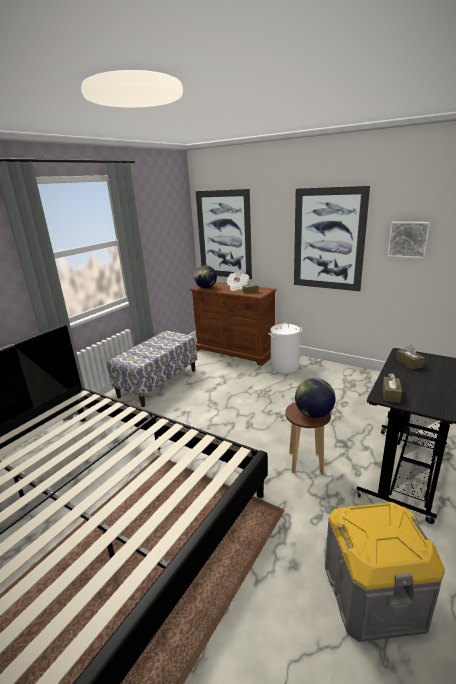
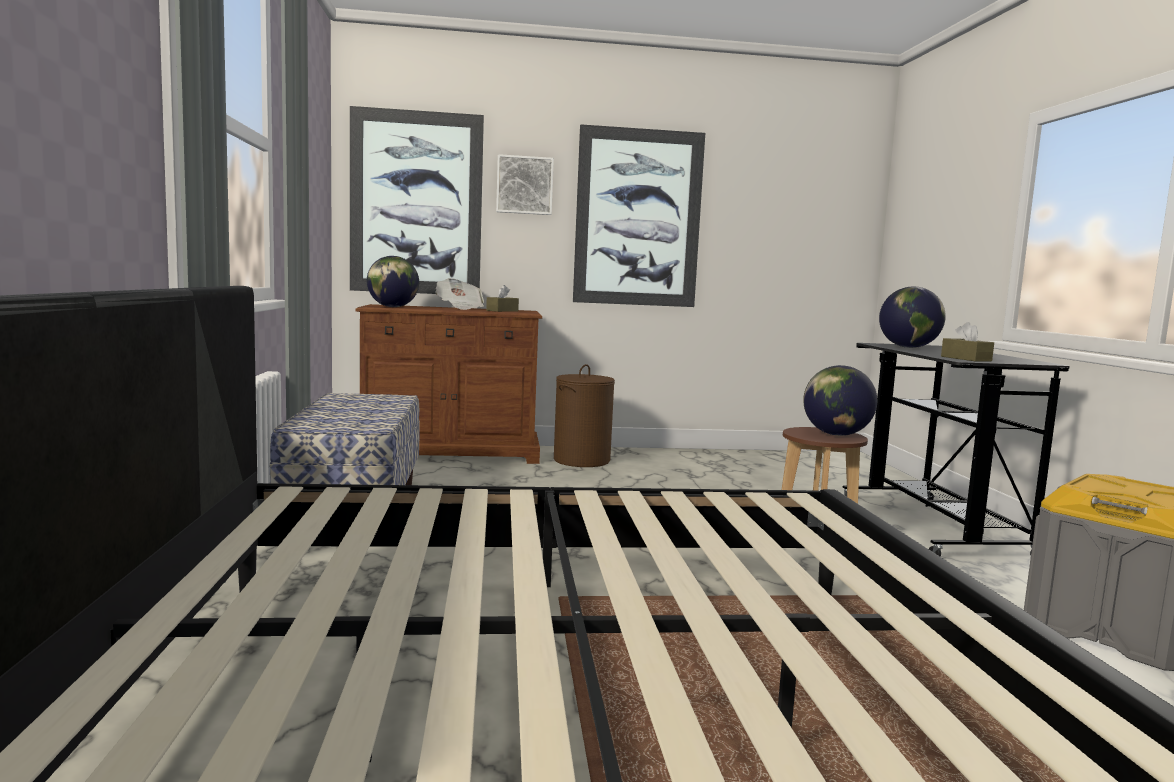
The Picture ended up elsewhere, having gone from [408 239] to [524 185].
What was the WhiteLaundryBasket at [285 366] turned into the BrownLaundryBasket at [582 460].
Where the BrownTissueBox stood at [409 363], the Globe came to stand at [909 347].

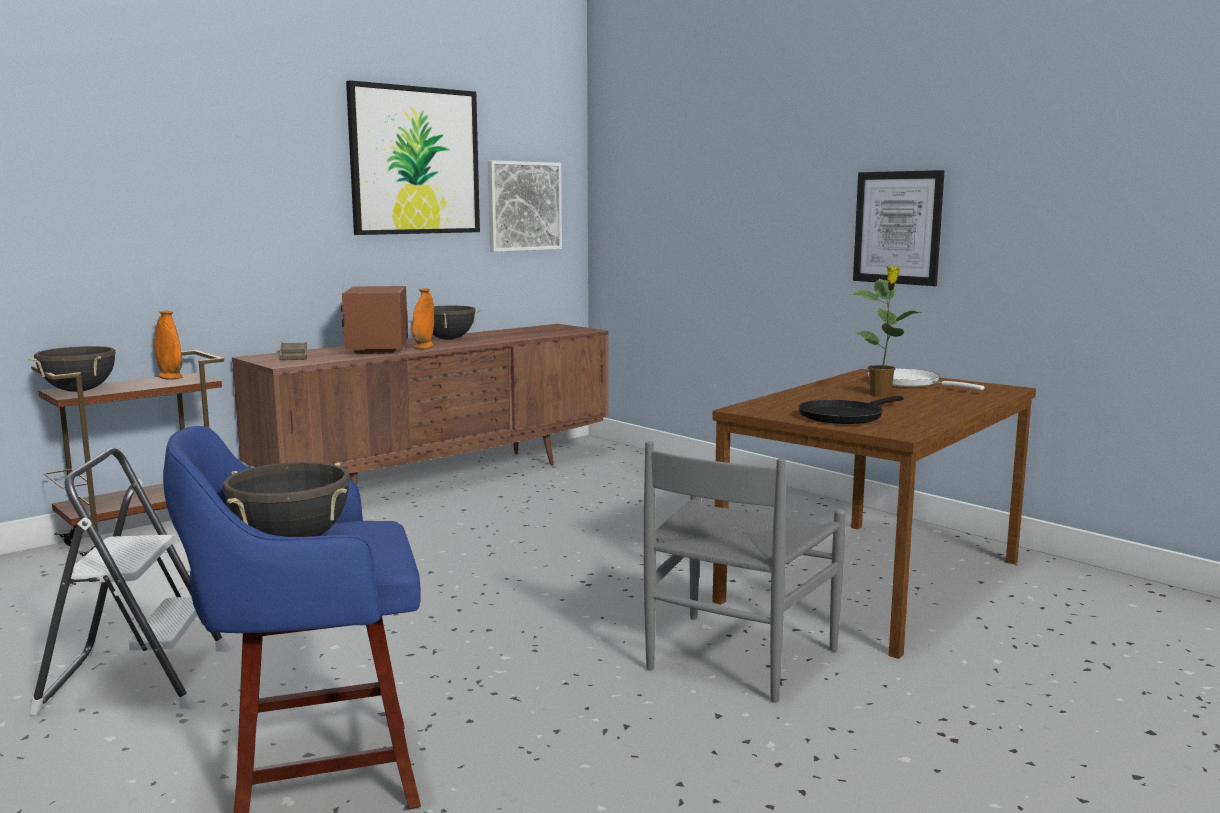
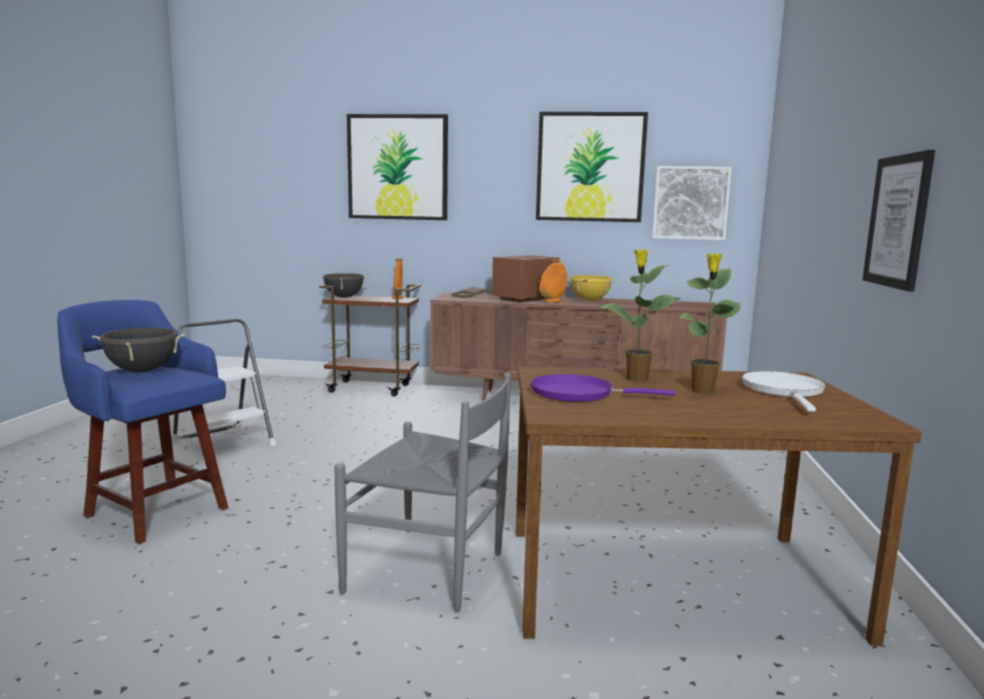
What was the BlackCookingPot at [448 339] turned into the YellowCookingPot at [590 300].
What was the BlackFryingPan at [844 416] turned into the PurpleFryingPan at [578 393].
The GreyChair at [736 659] ended up facing another way, 150 degrees counterclockwise from before.
The second view gained the Picture at [398 167].
The second view gained the PottedPlant at [636 379].

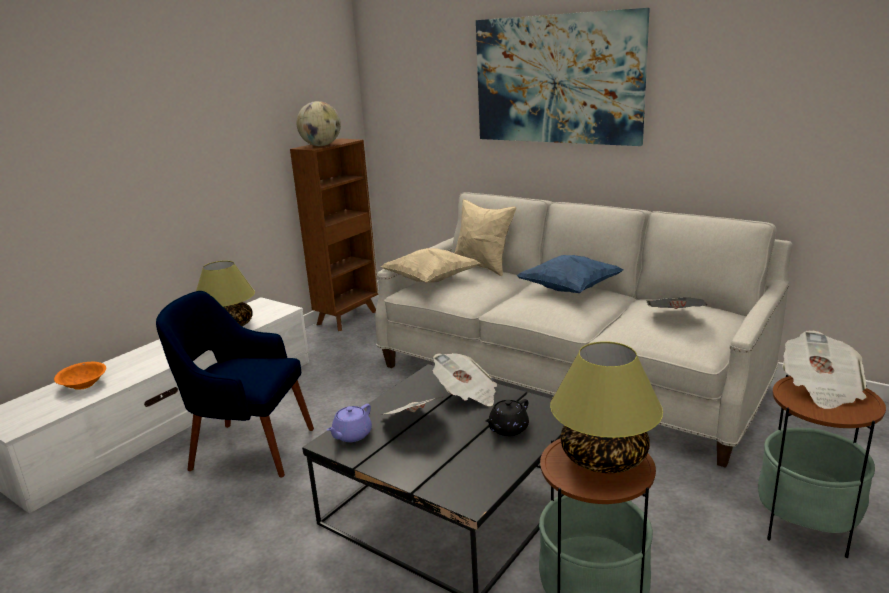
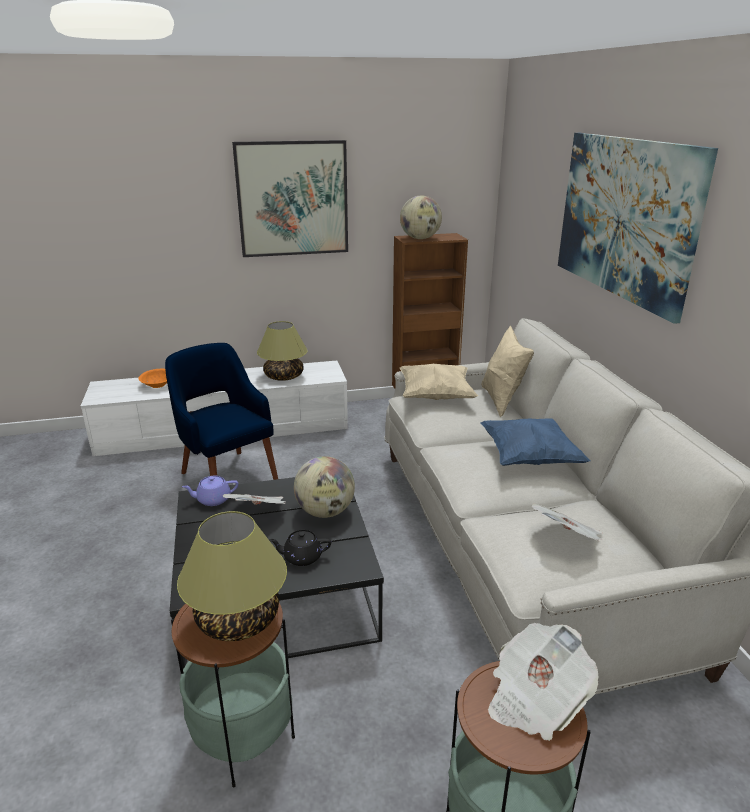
Where the Newspaper stood at [466 394], the Globe came to stand at [325 512].
The second view gained the Picture at [292 199].

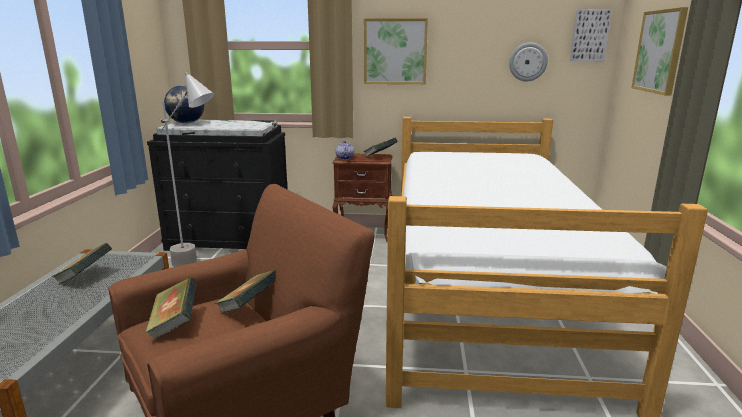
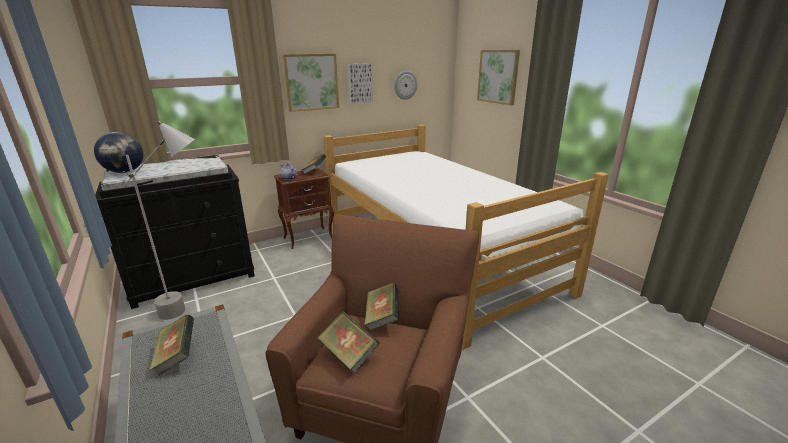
The Picture ended up elsewhere, having gone from [589 35] to [359 83].

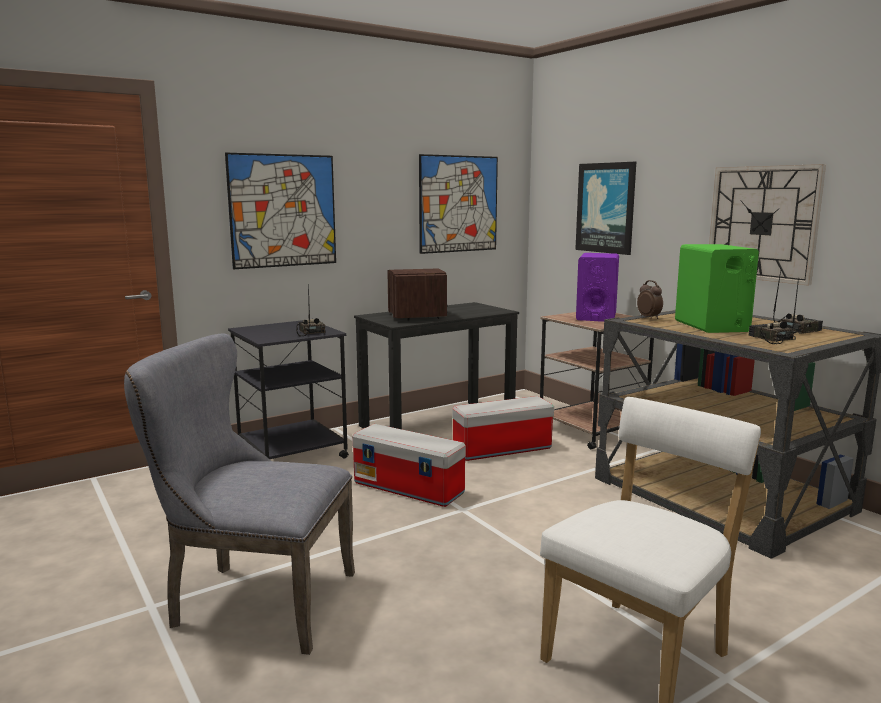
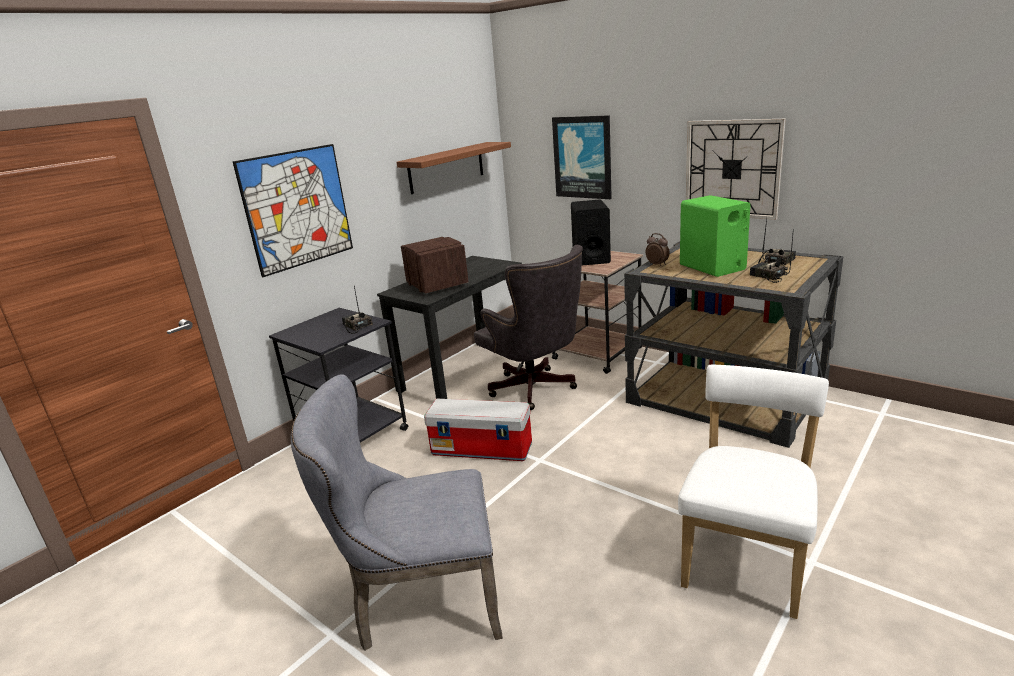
Where the Picture hung at [458 204], the BrownShelf came to hang at [446 167].
What was the PurpleSpeaker at [596 316] turned into the BlackSpeaker at [591 258].
Where the StorageBox stood at [501 449], the GreyOfficeChair came to stand at [535 390].

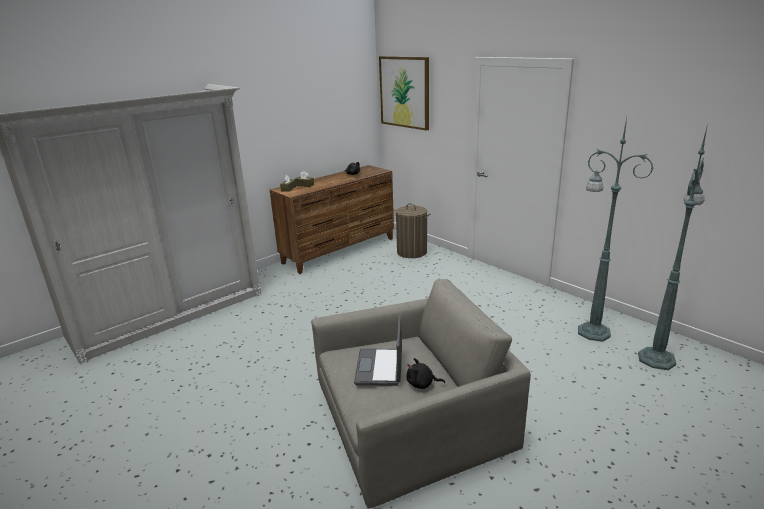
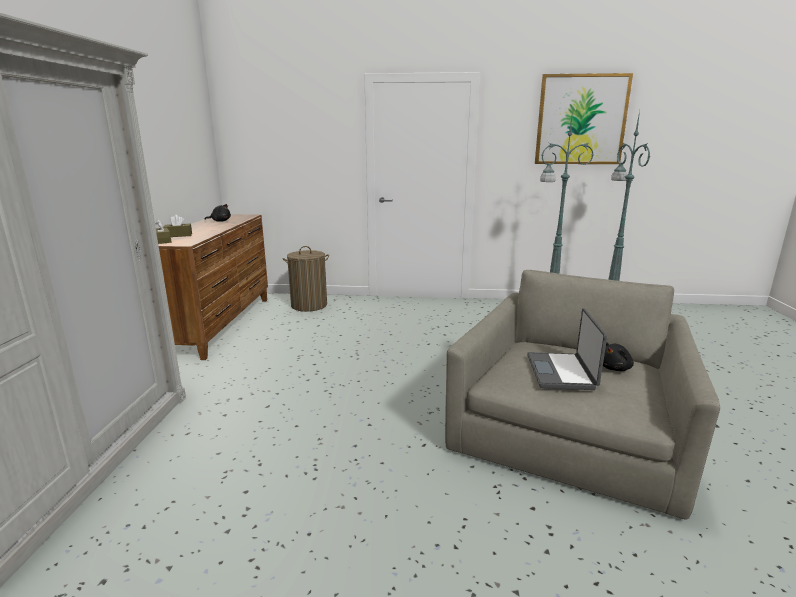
The Picture ended up elsewhere, having gone from [404 92] to [581 120].
The Laptop at [380 368] ended up facing another way, 45 degrees clockwise from before.

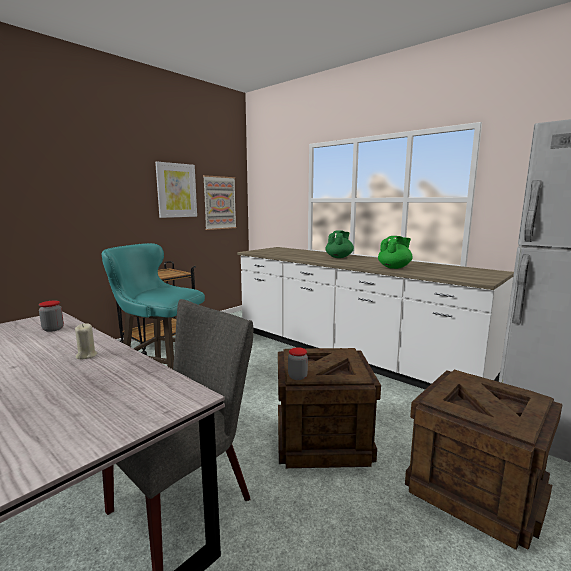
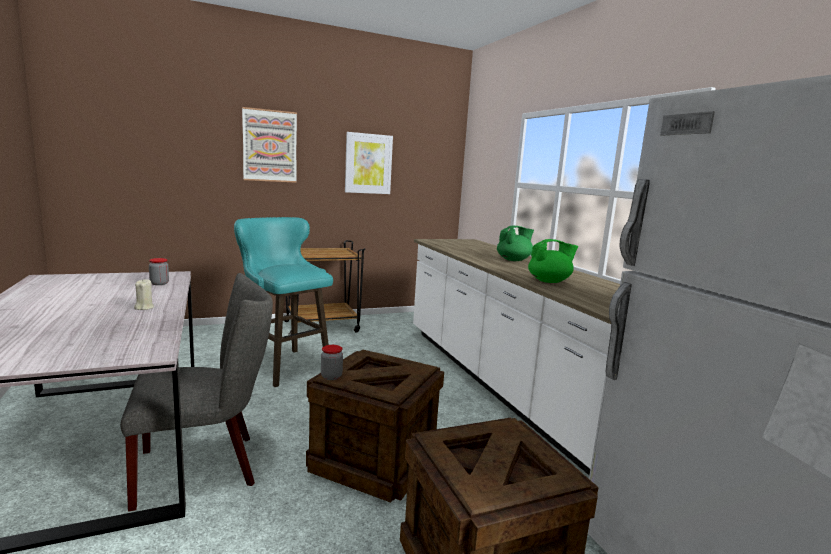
The Picture ended up elsewhere, having gone from [219 203] to [270 146].

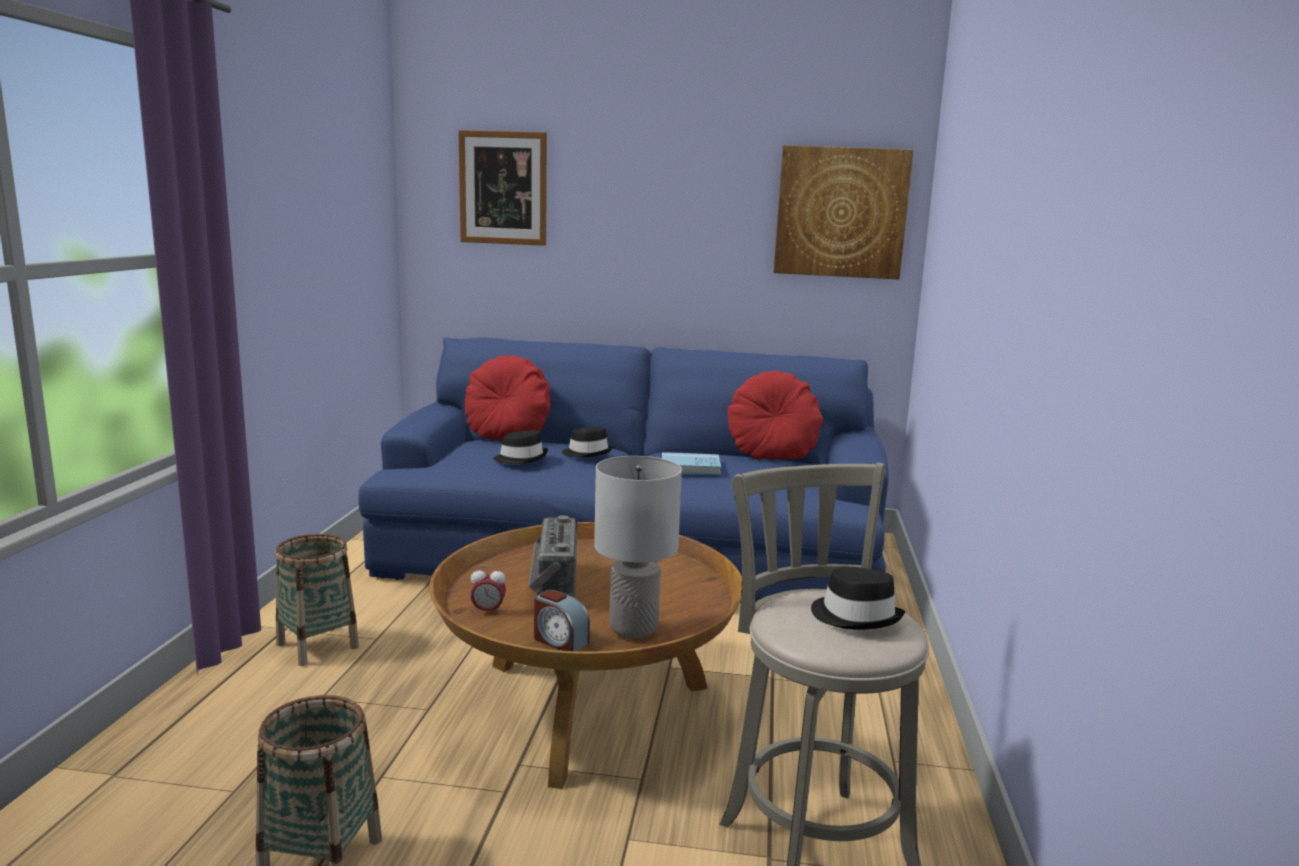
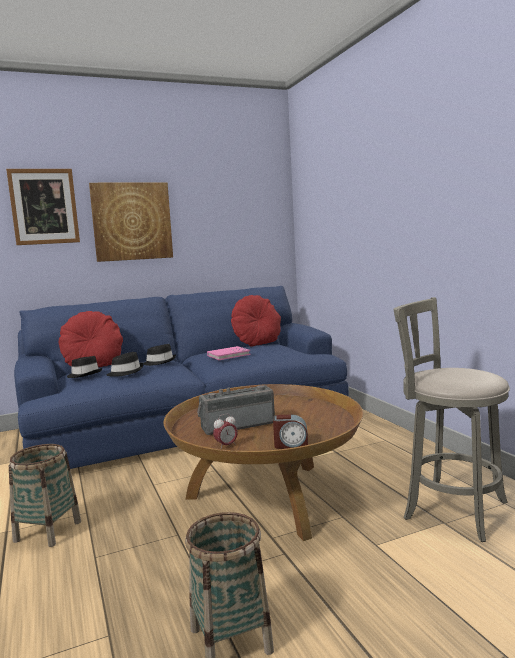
The Picture ended up elsewhere, having gone from [841 212] to [132 221].
What was the BlueBook at [690 467] turned into the PinkBook at [228 355].
The second view lost the GreyTableLamp at [634 631].
The Radio at [551 585] ended up facing another way, 105 degrees clockwise from before.
The BlackHat ended up elsewhere, having gone from [856 616] to [84 374].

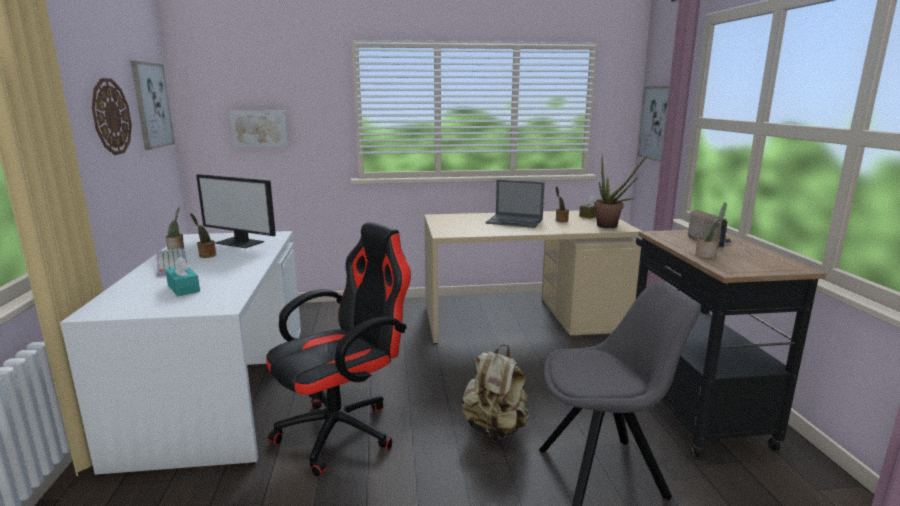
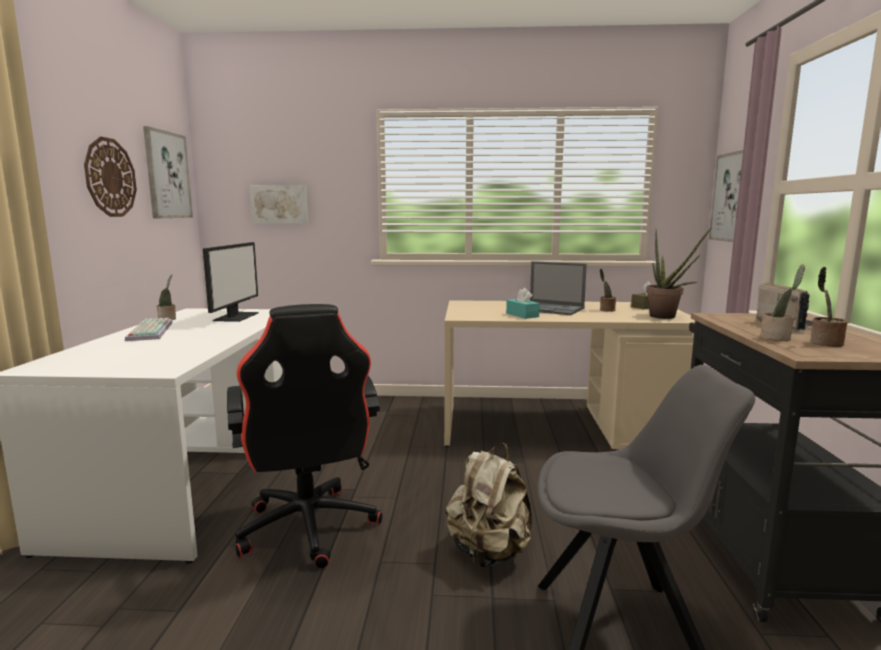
The Monitor at [240 242] ended up facing another way, 120 degrees counterclockwise from before.
The PottedPlant ended up elsewhere, having gone from [206 255] to [824 343].
The BlackOfficeChair at [345 430] ended up facing another way, 105 degrees clockwise from before.
The TurquoiseTissueBox ended up elsewhere, having gone from [183 288] to [522 315].

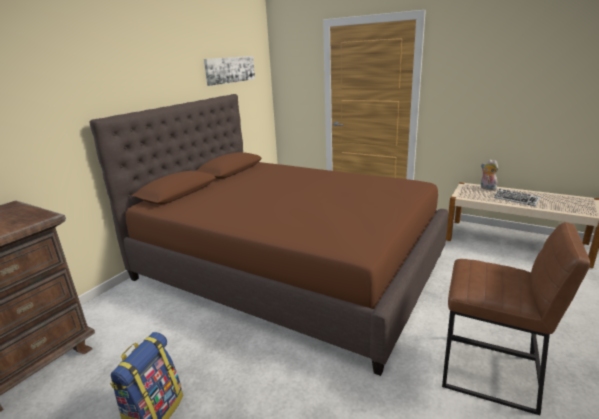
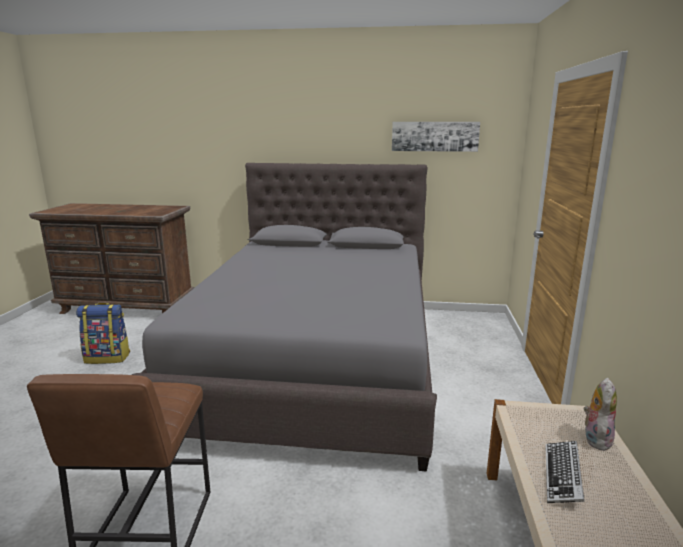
What was the BrownBed at [288 266] turned into the GreyBed at [316 360].

